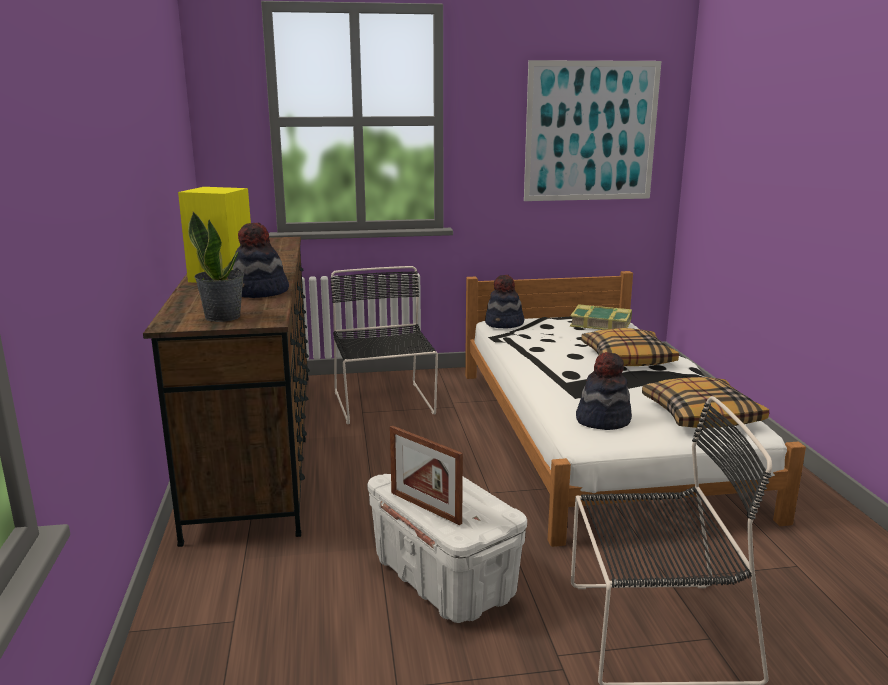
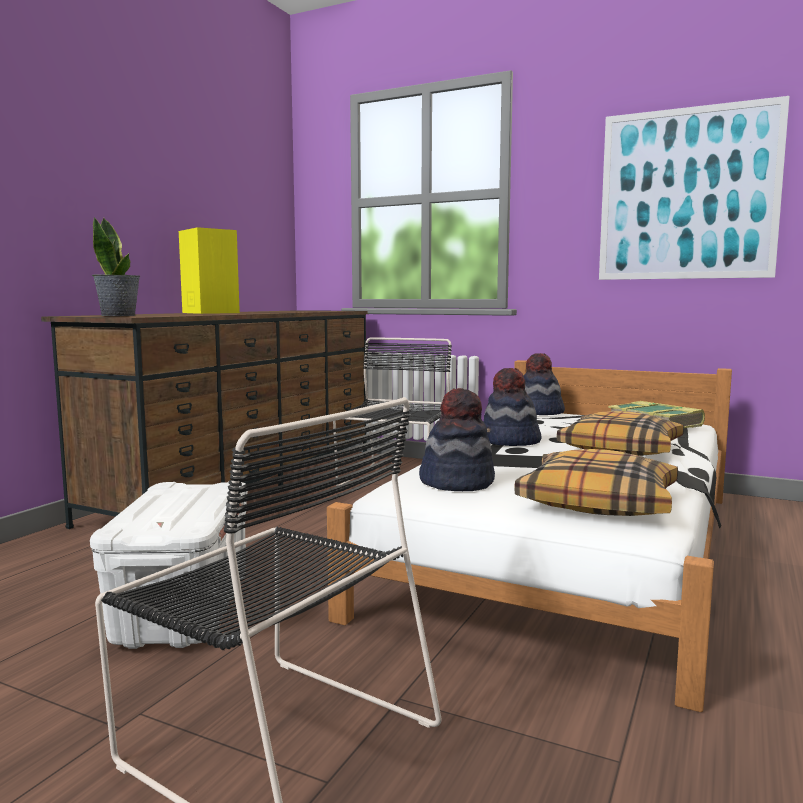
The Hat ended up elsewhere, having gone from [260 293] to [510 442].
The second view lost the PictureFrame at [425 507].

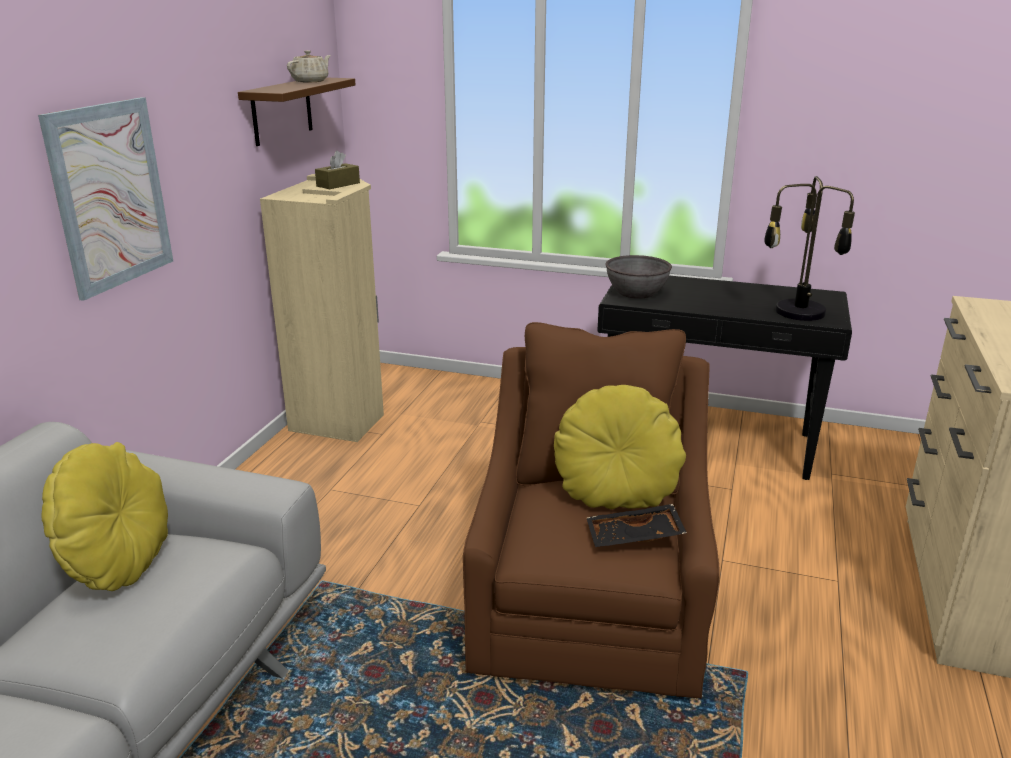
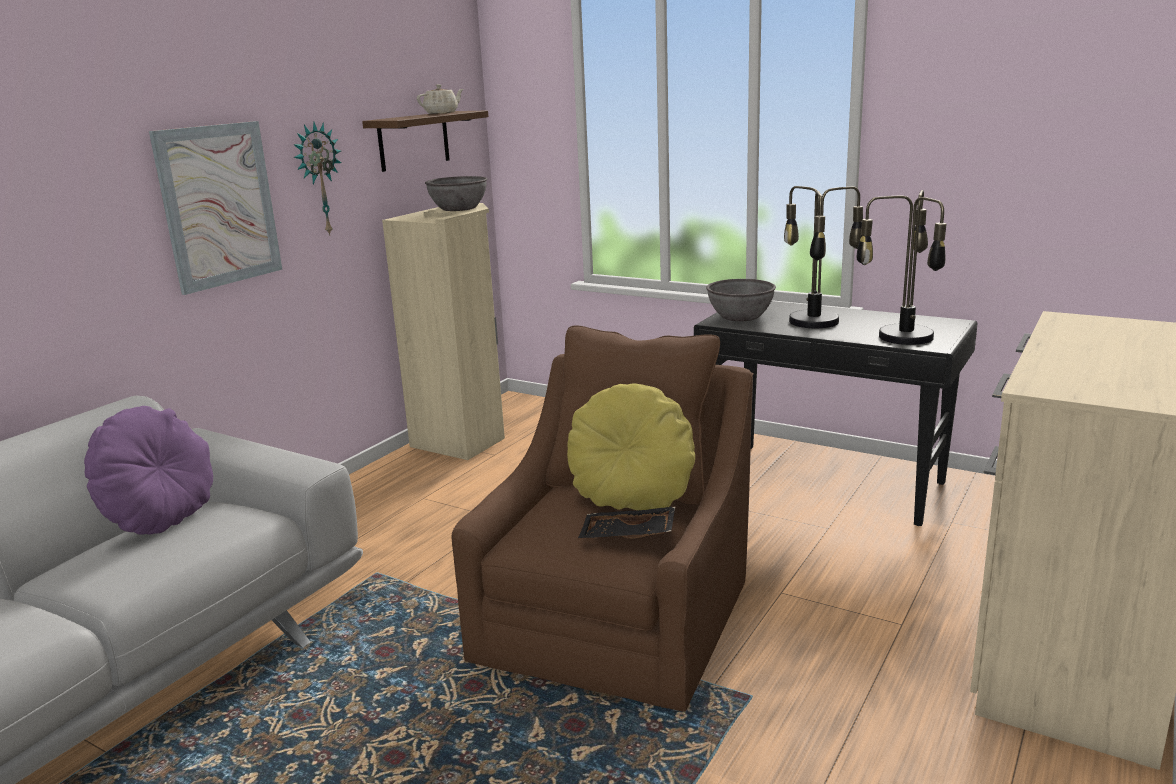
Where the BrownTissueBox stood at [338 184], the GreyBowl came to stand at [458 208].
What was the YellowPillow at [121 568] turned into the PurplePillow at [163 521].
The second view gained the WallClock at [318 179].
The second view gained the TableLamp at [815 321].

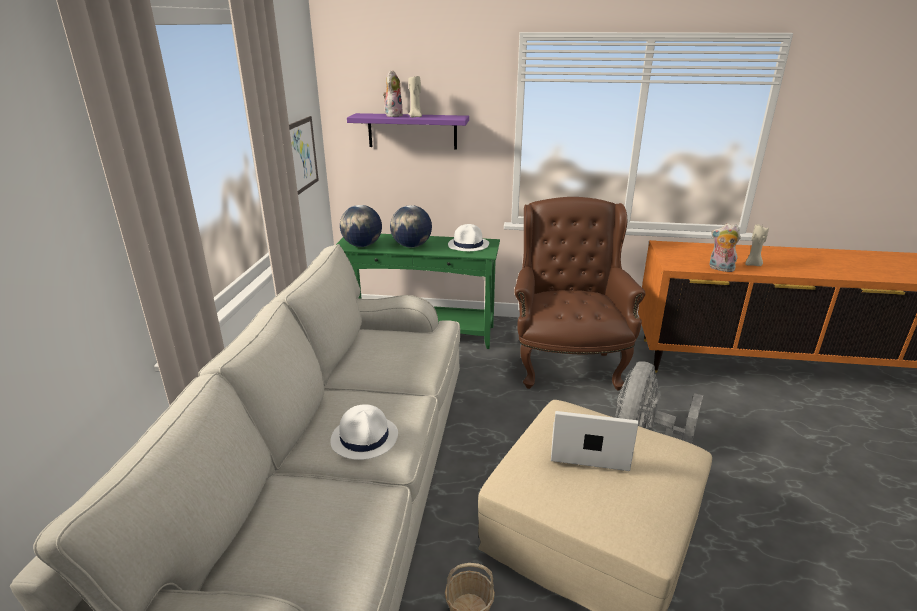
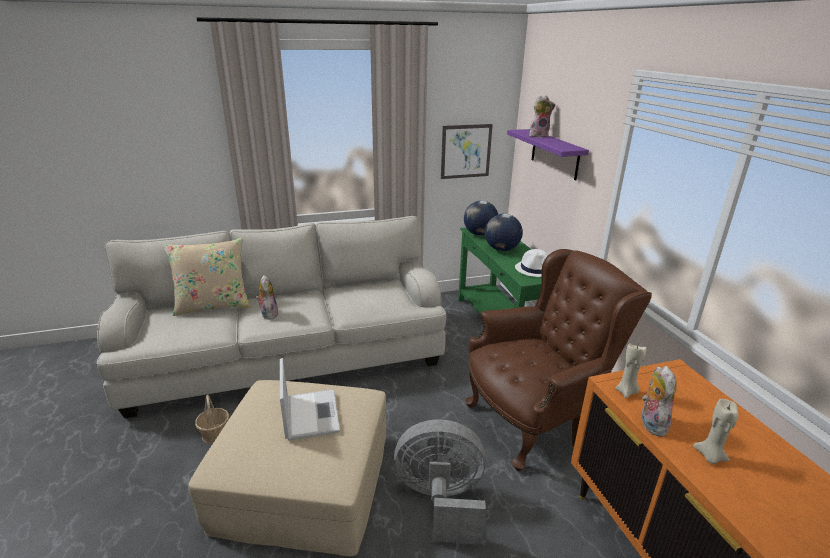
The BeigeCandle ended up elsewhere, having gone from [416 117] to [626 392].
Where the WhiteHat stood at [365 438], the PlushToy came to stand at [268 314].
The second view gained the BeigePillow at [213 305].

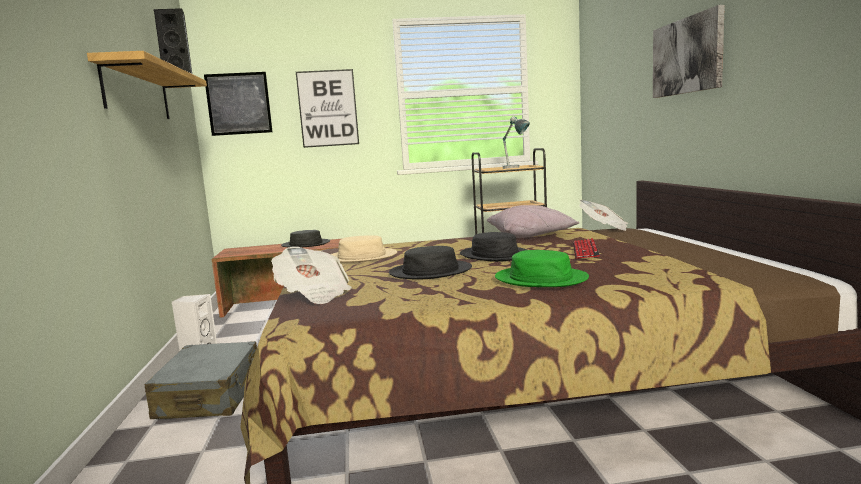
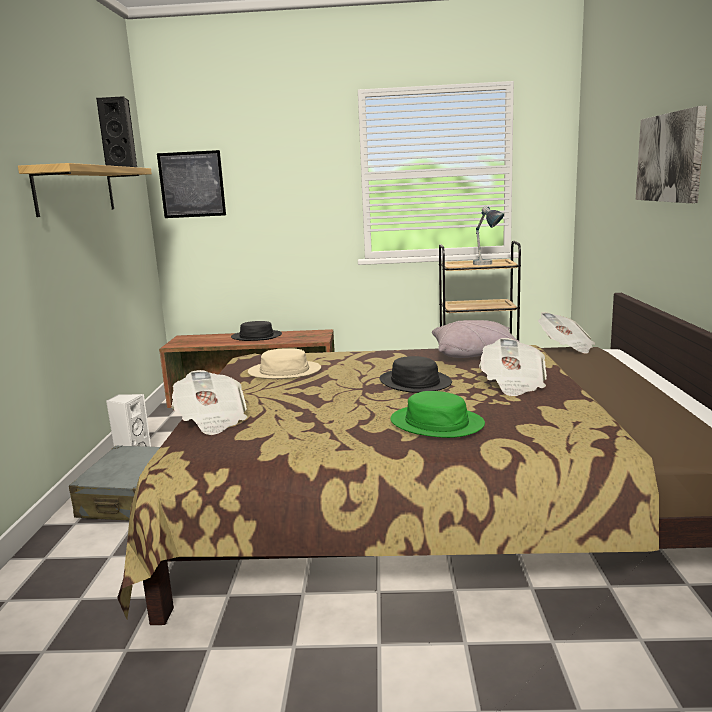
The second view lost the Picture at [328 108].
Where the Keyboard stood at [585 250], the Newspaper came to stand at [512 385].
The second view lost the BlackHat at [430 271].

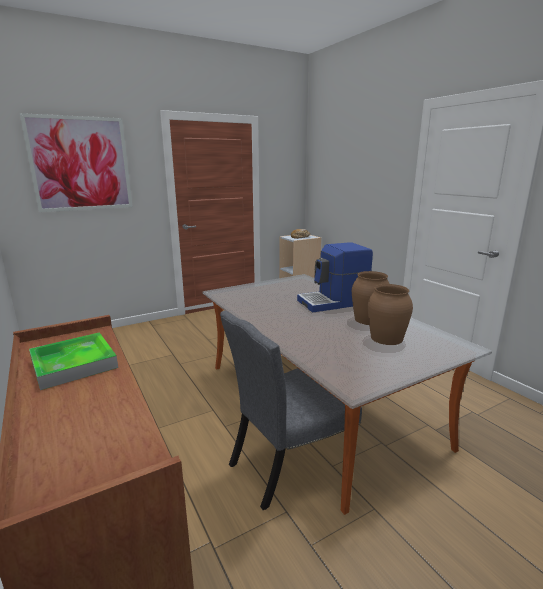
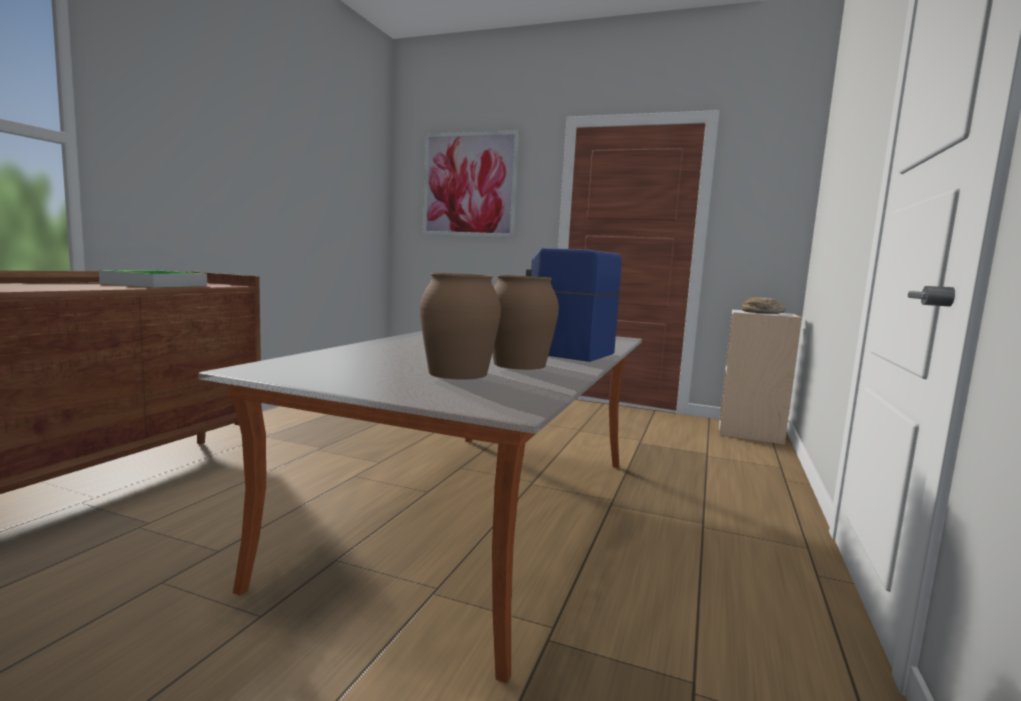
The second view lost the GreyChair at [290 464].

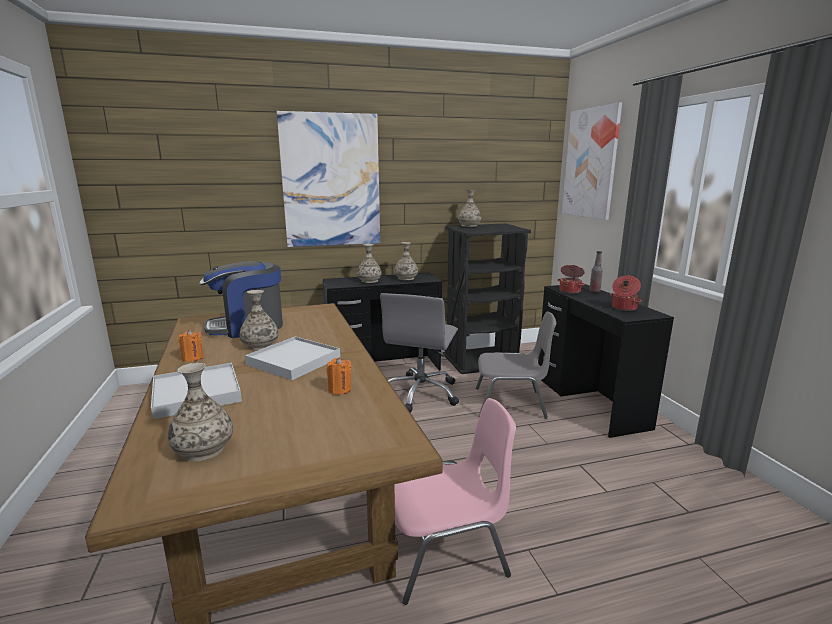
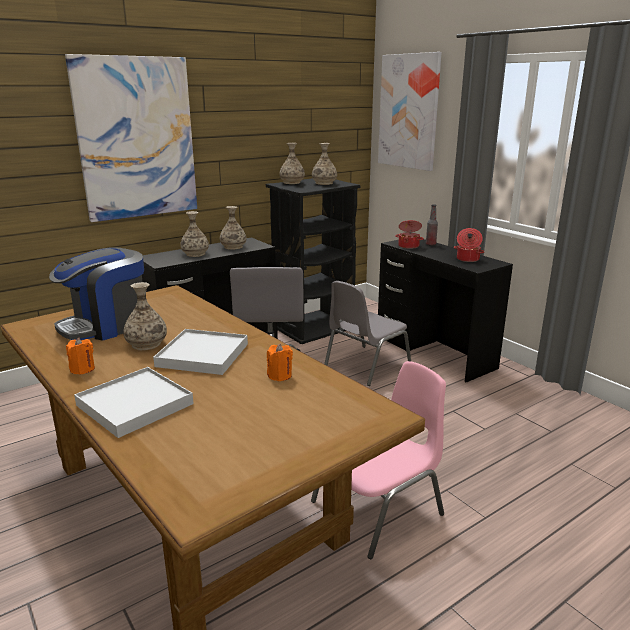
The GreyChair at [511 403] ended up facing another way, 150 degrees clockwise from before.
The Vase ended up elsewhere, having gone from [203 449] to [324 183].

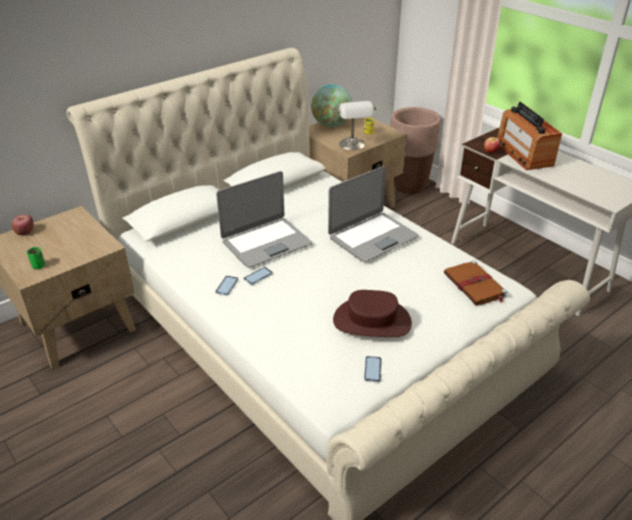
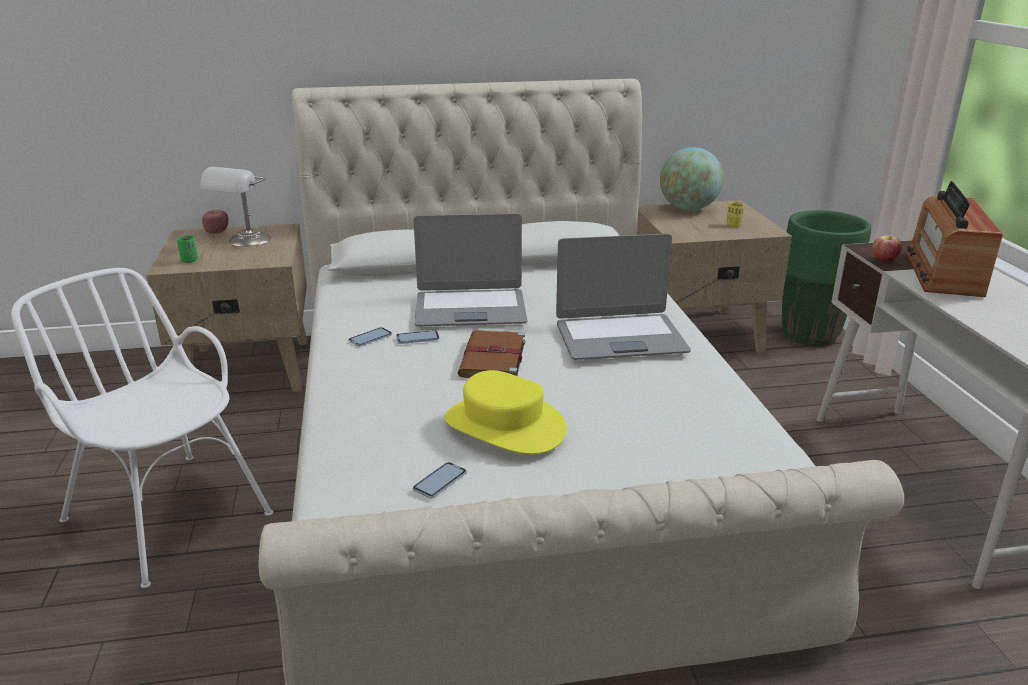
The WhiteTableLamp ended up elsewhere, having gone from [354 146] to [245 242].
What was the BrownPlanter at [409 185] turned into the GreenPlanter at [809 335].
The BrownBook ended up elsewhere, having gone from [475 286] to [493 359].
What was the BrownHat at [372 321] turned into the YellowHat at [503 426].
The second view gained the WhiteChair at [163 512].

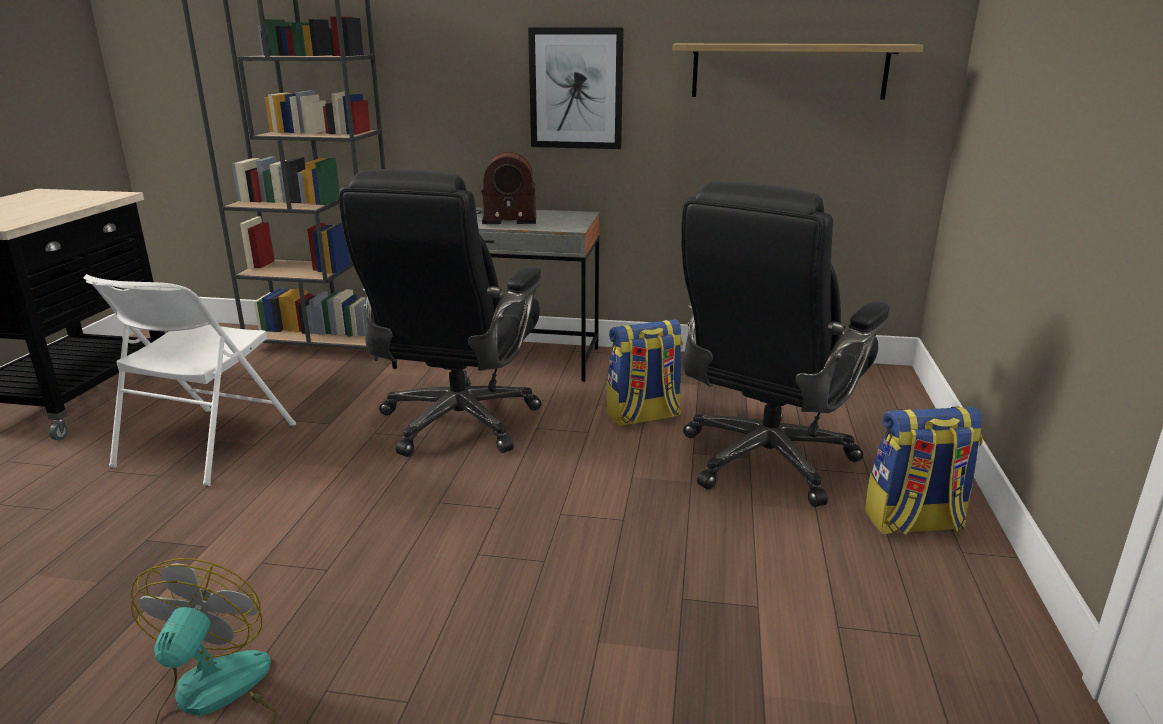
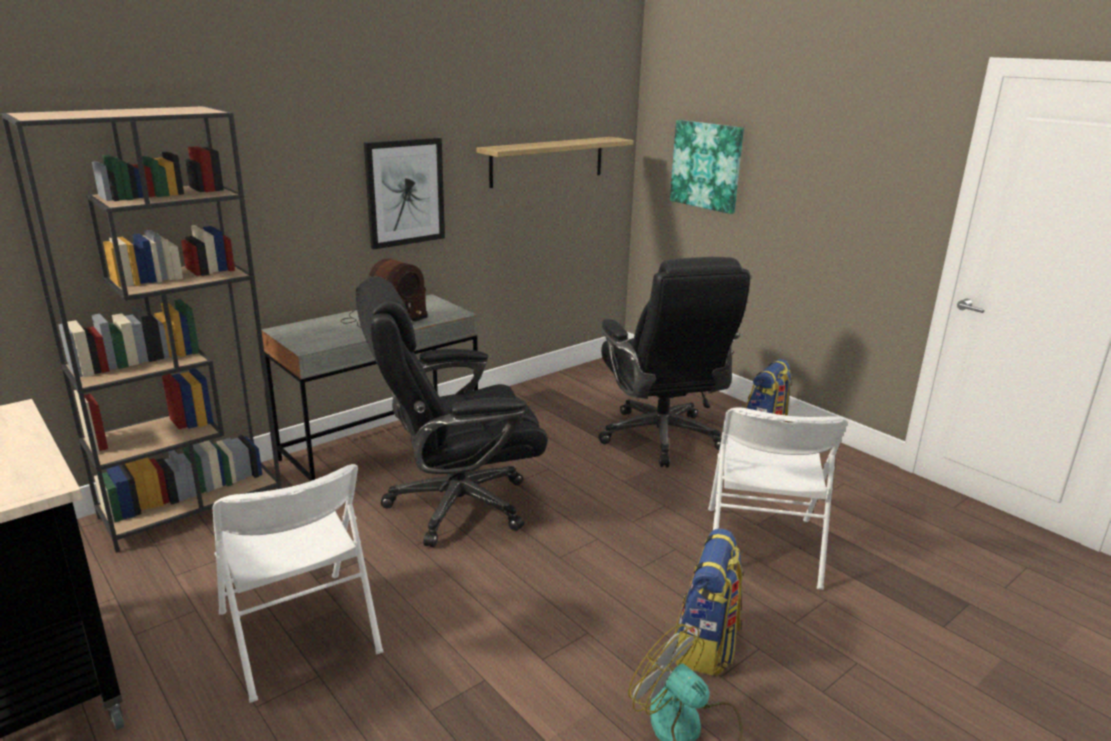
The BlackOfficeChair at [459 422] ended up facing another way, 105 degrees clockwise from before.
The Backpack ended up elsewhere, having gone from [643 416] to [706 646].
The second view gained the Picture at [707 165].
The second view gained the WhiteChair at [760 546].

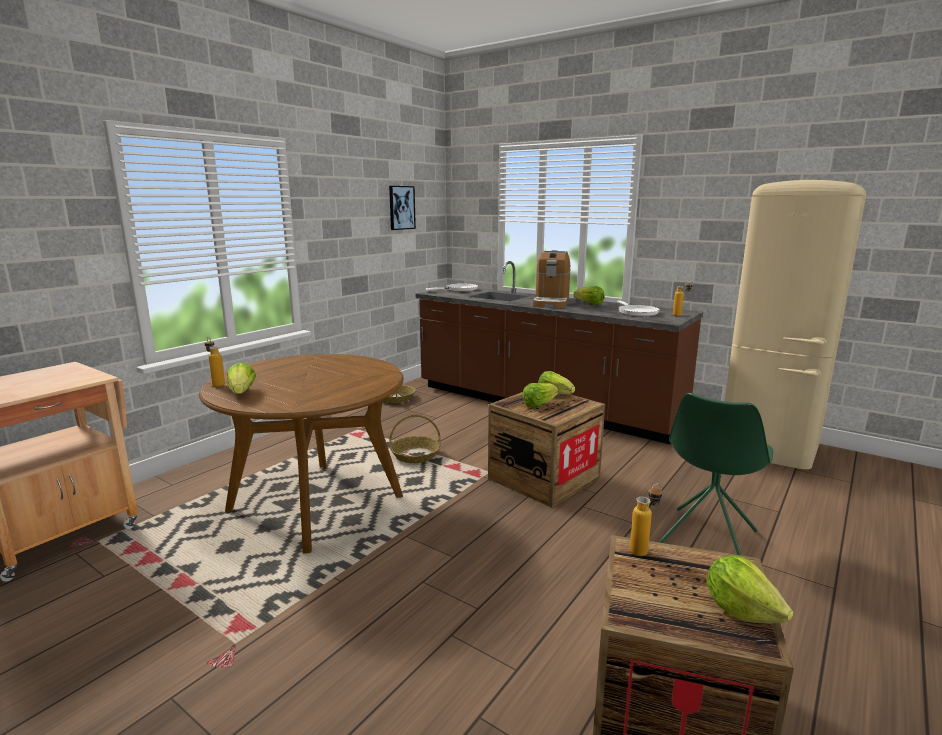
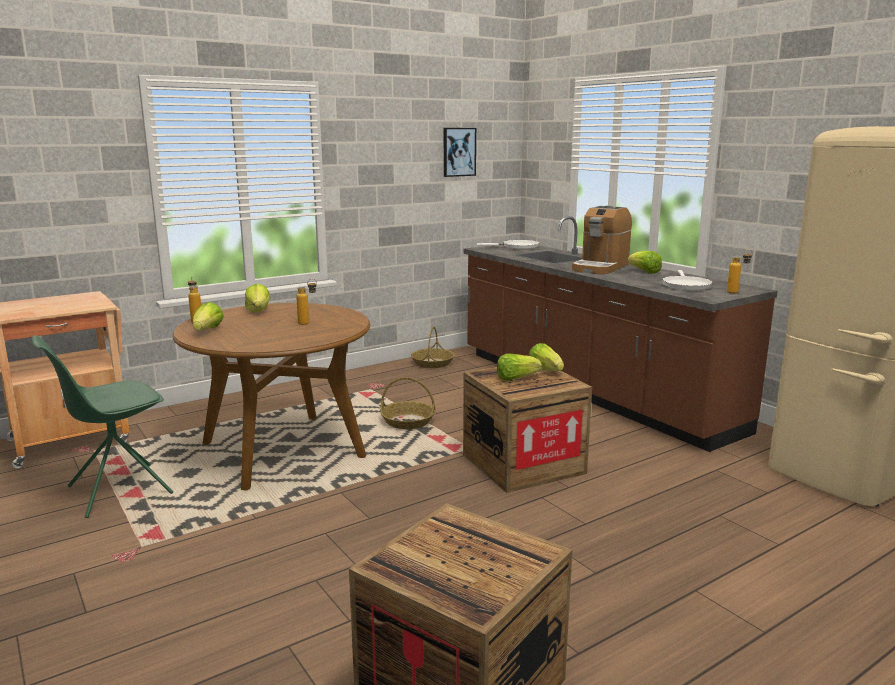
The GreenChair ended up elsewhere, having gone from [707 539] to [117 490].
The Bottle ended up elsewhere, having gone from [643 549] to [308 323].
The Lettuce ended up elsewhere, having gone from [741 610] to [258 311].

